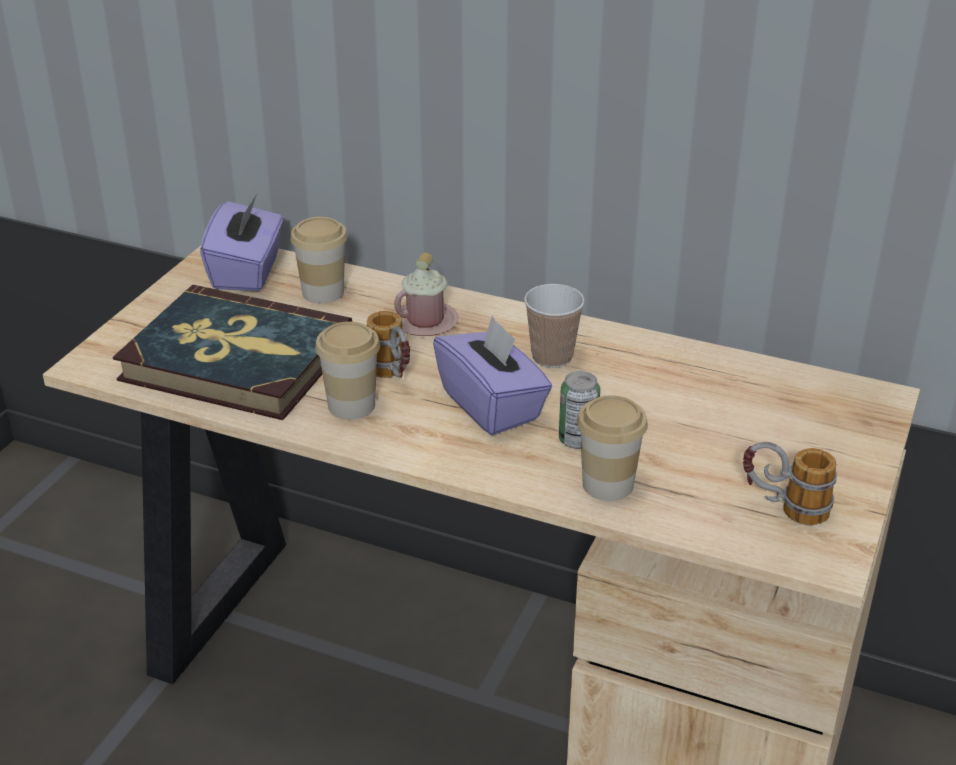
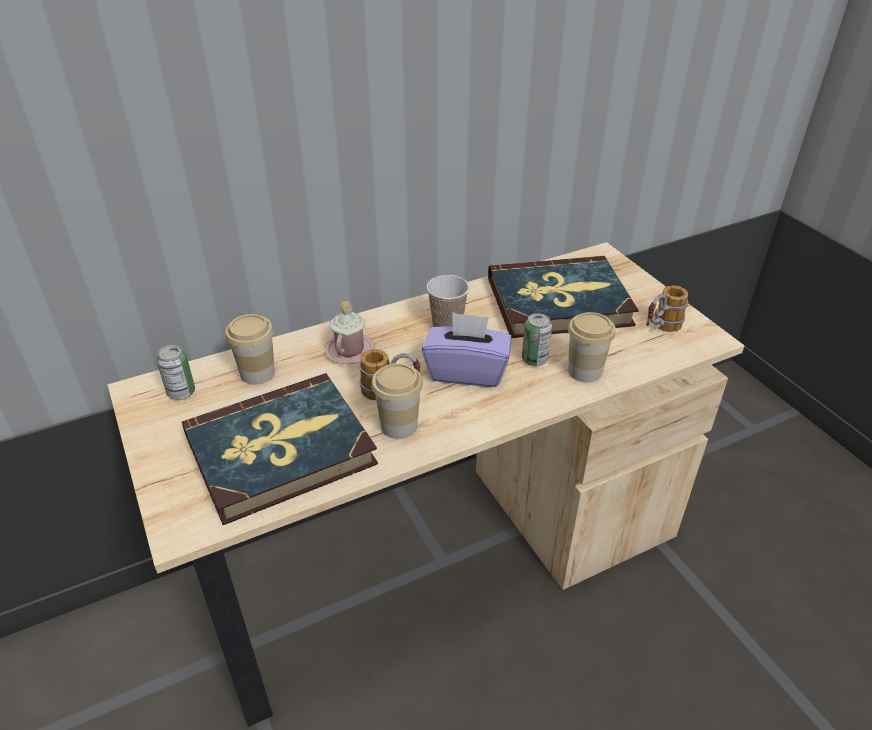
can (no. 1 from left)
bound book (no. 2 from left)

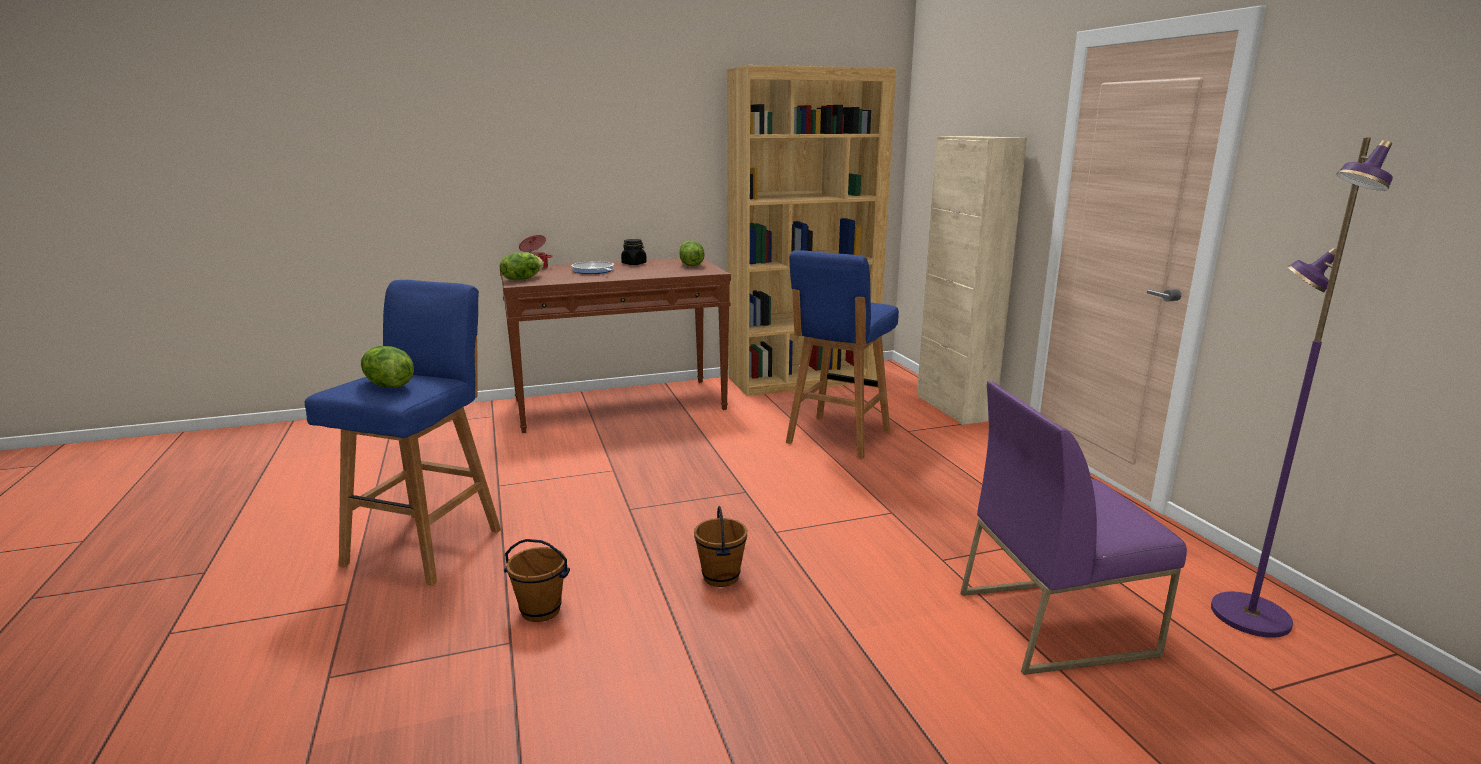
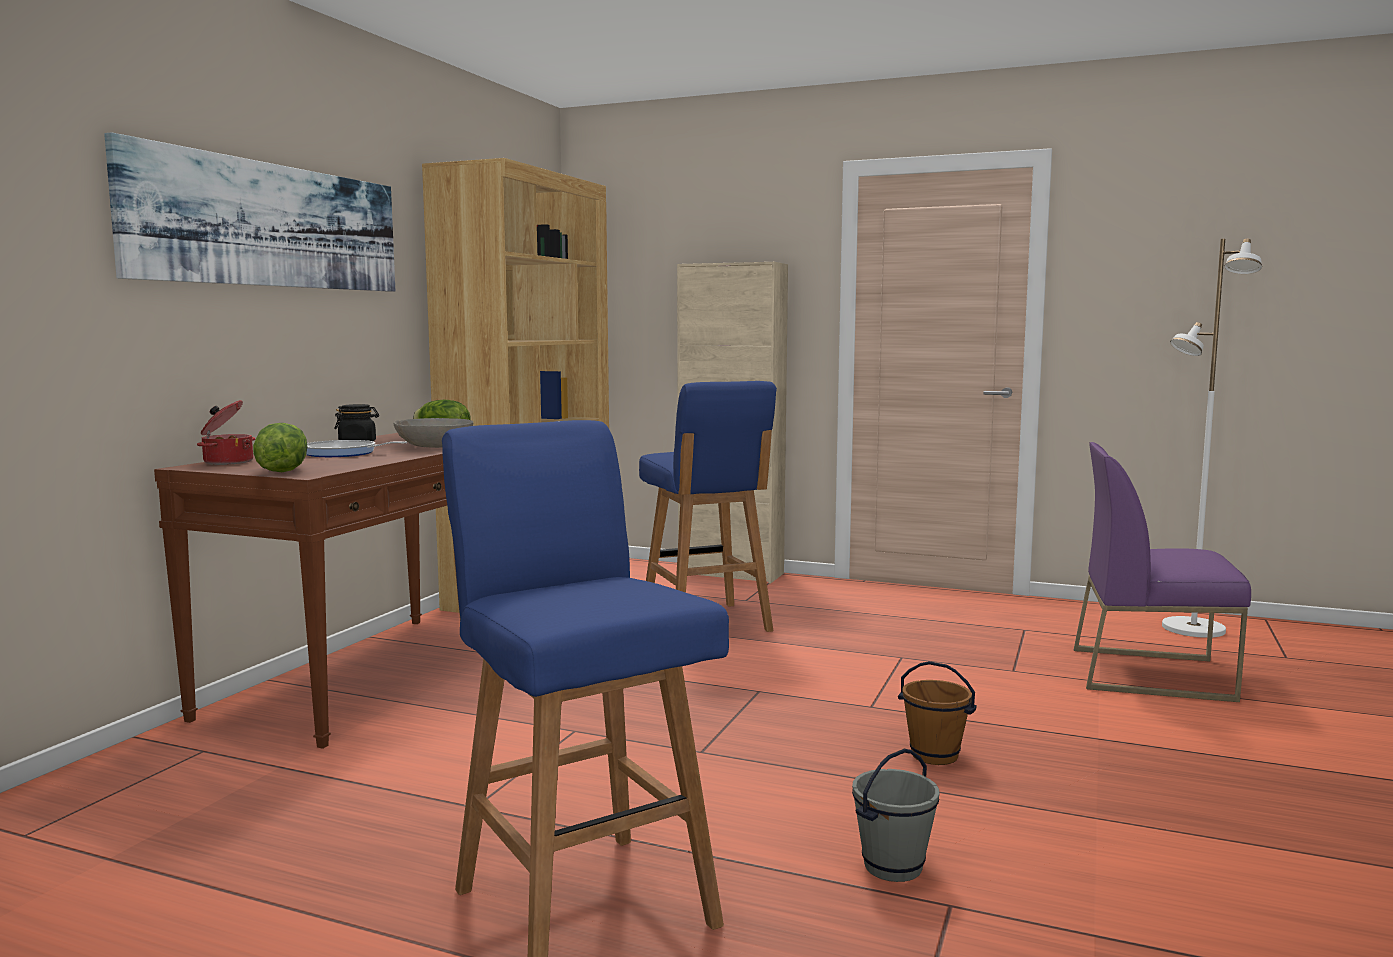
wall art
bowl (grey)
bucket (grey)
chair (purplish)
standing lamp (white-coloured)
lettuce head (no. 1 from left in the first image)

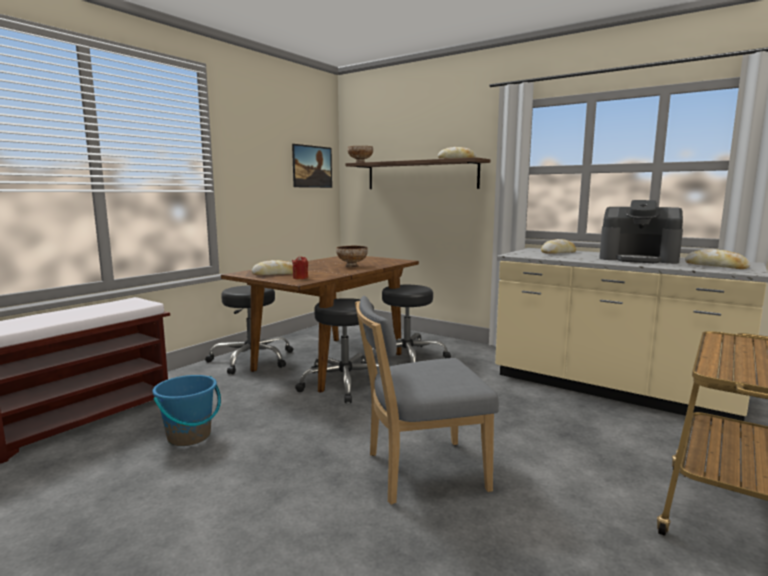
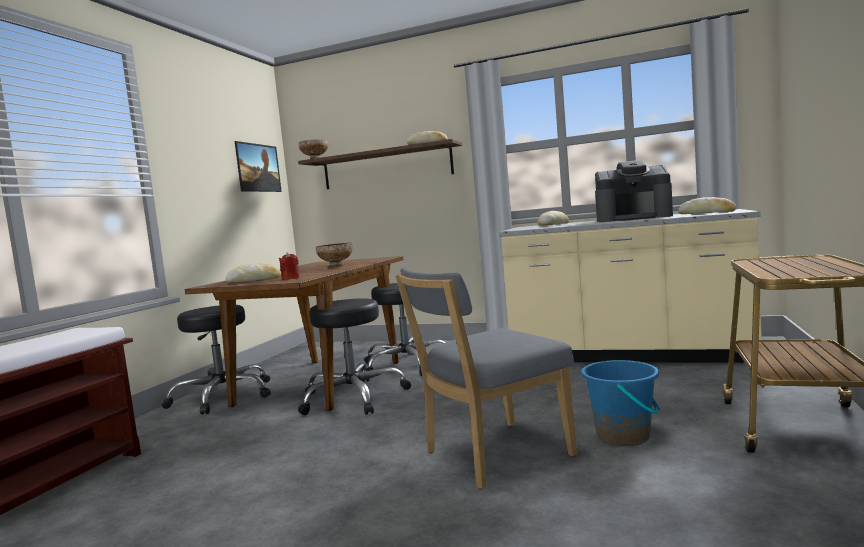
bucket (blue-coloured)

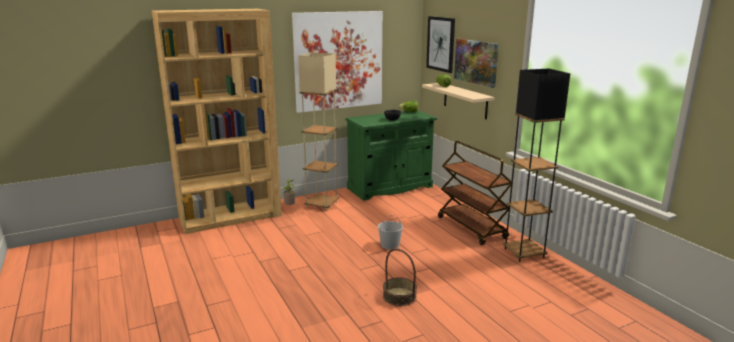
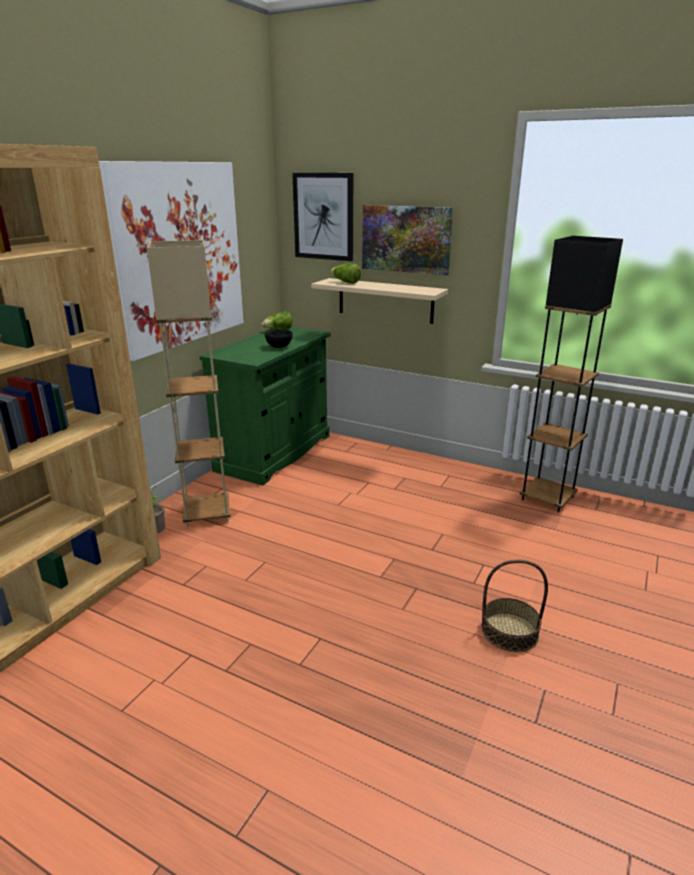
bucket (white-coloured)
trolley (brown-coloured)

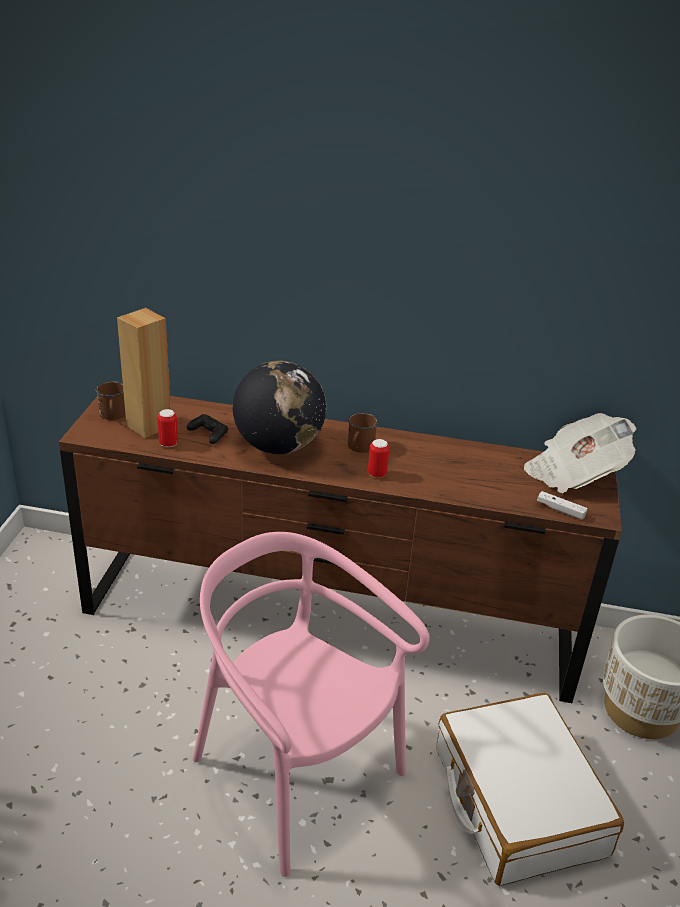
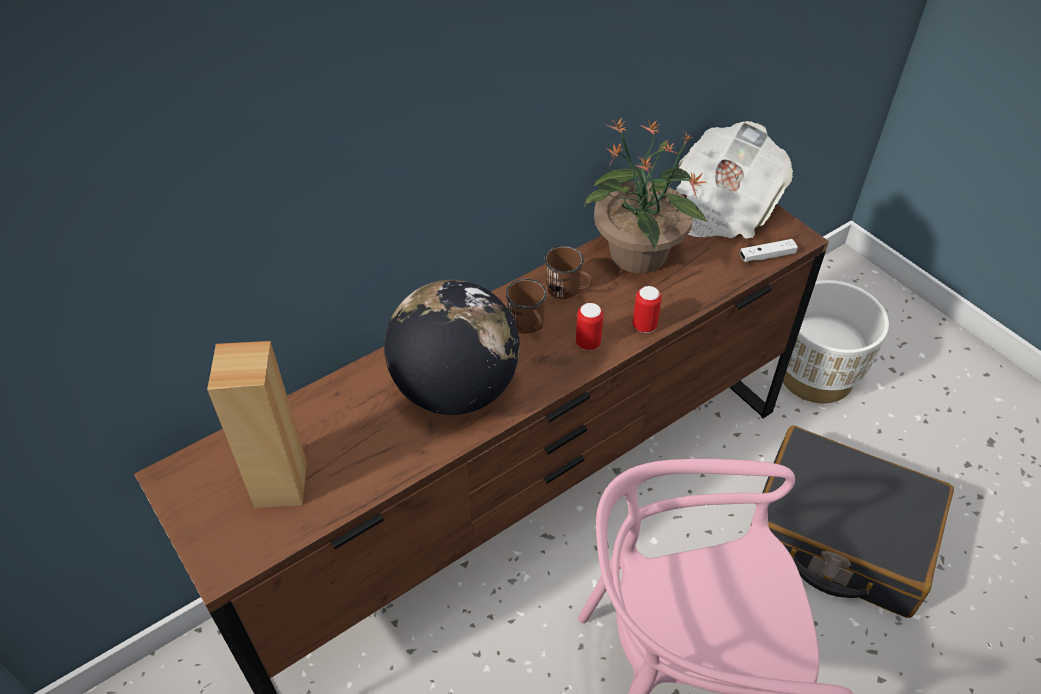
coffee mug (brown-coloured) (no. 2 from left)
houseplant
can (no. 2 from left)
piece of luggage (black)
gamepad (black)

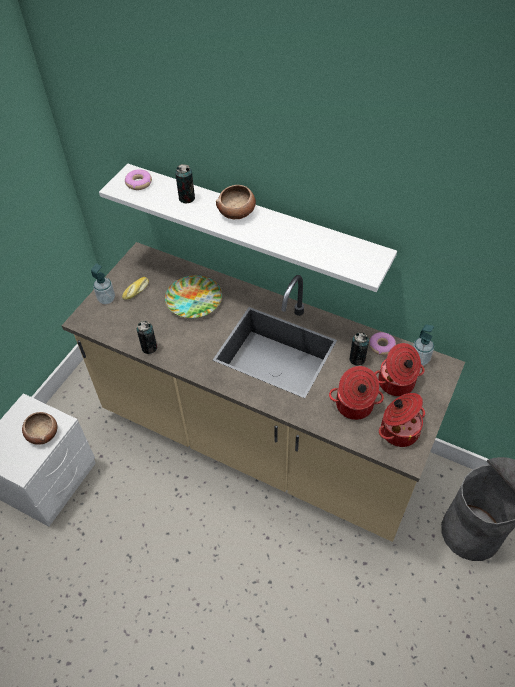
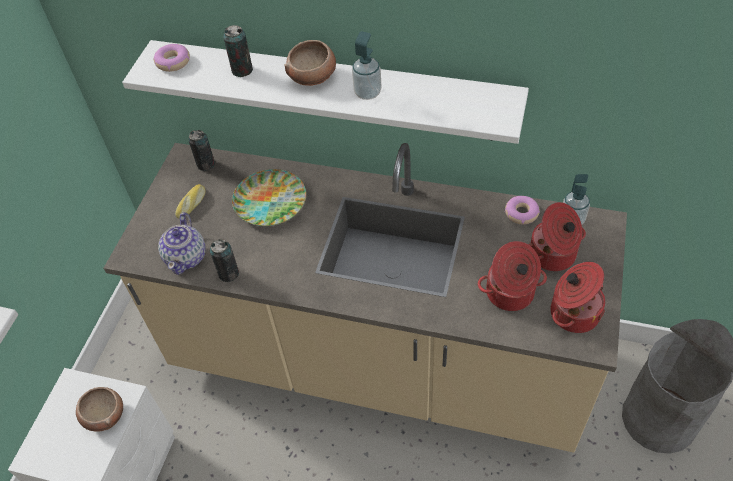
tea pot
can (no. 1 from left)
soap dispenser (no. 1 from left)

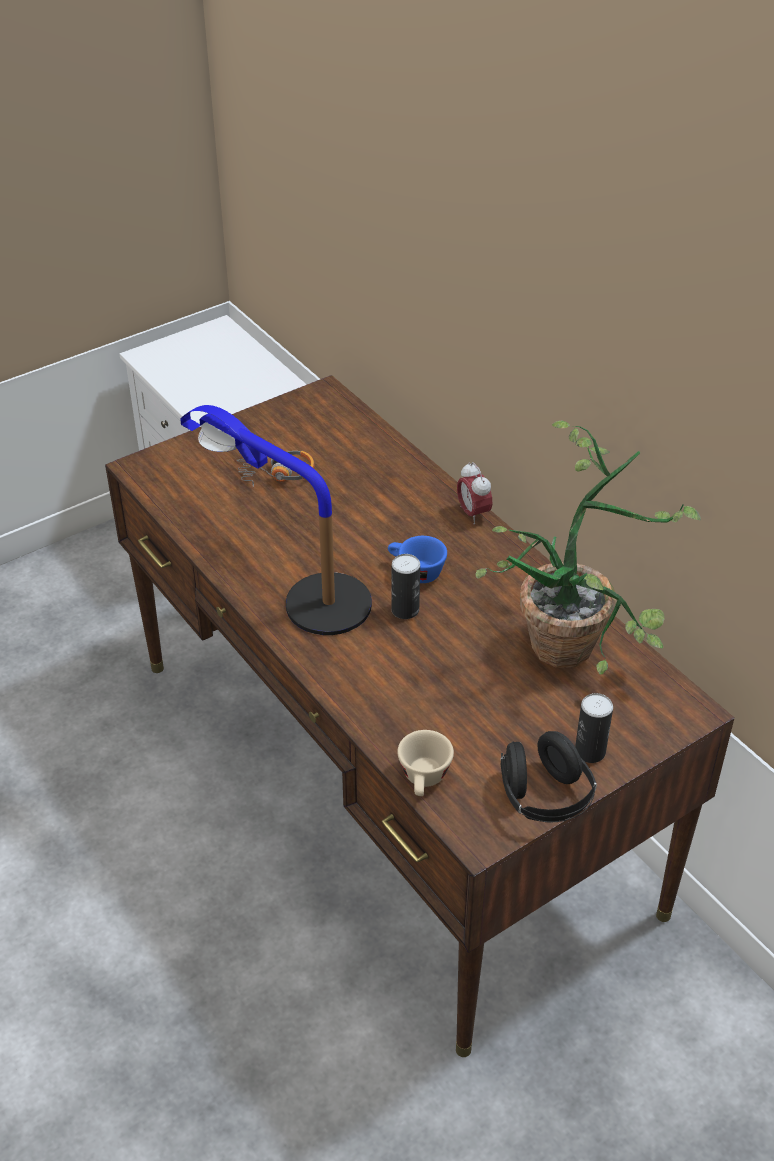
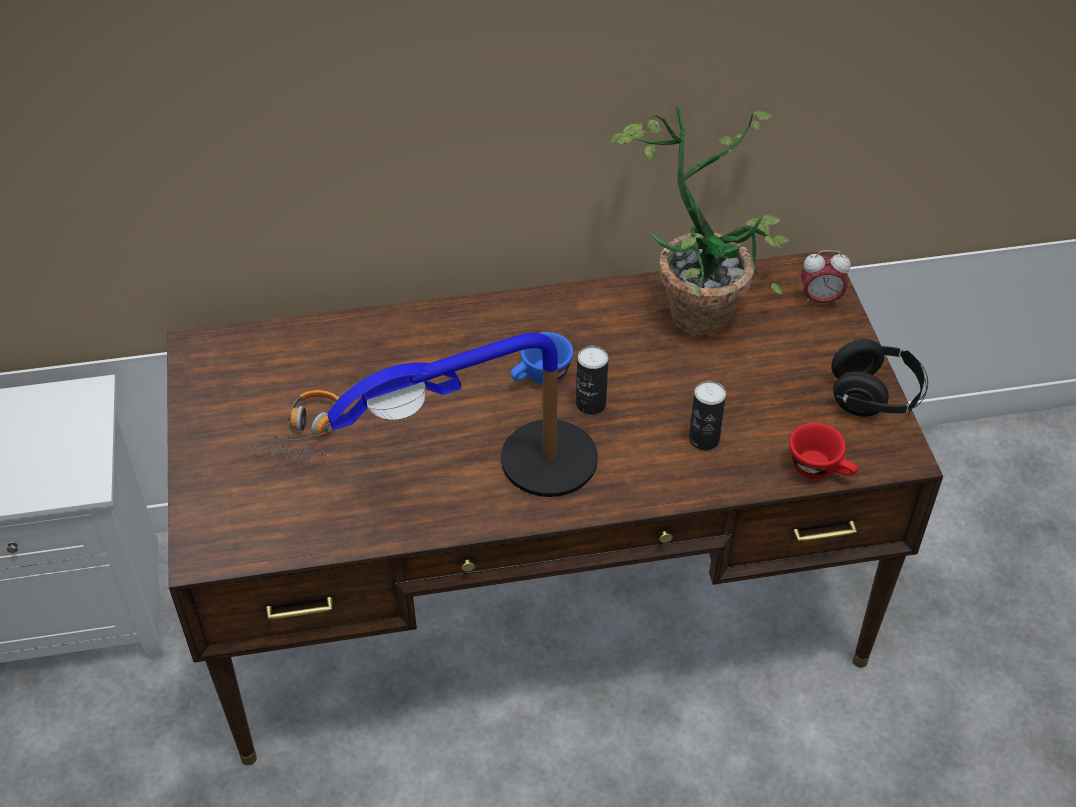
can (no. 2 from left)
drinking cup (red-coloured)
table clock

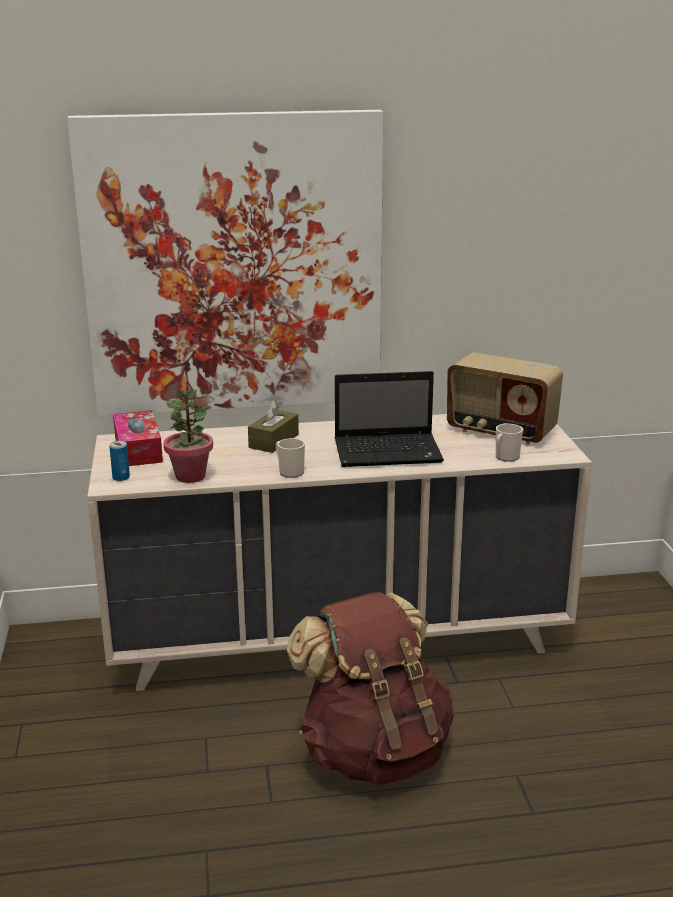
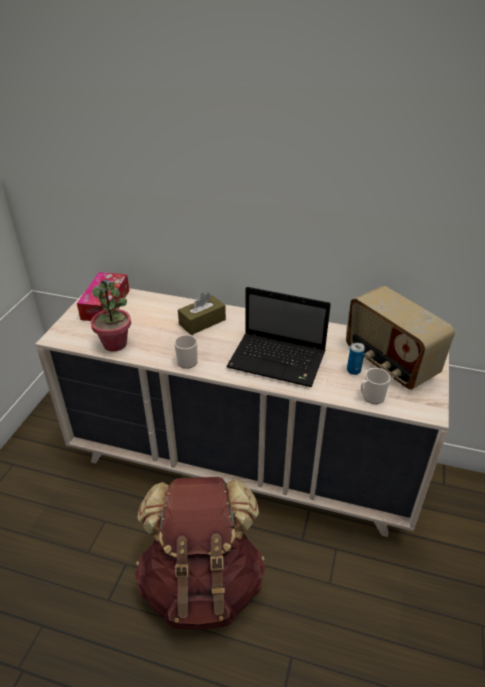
can
wall art

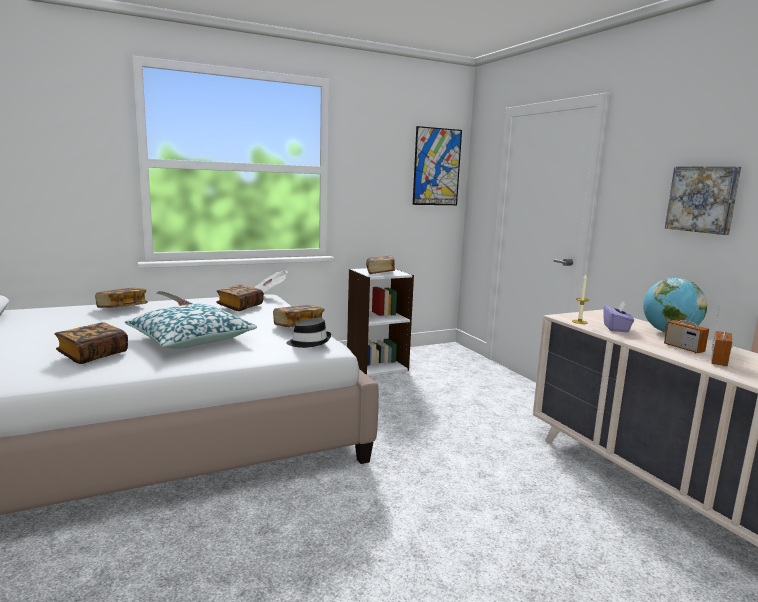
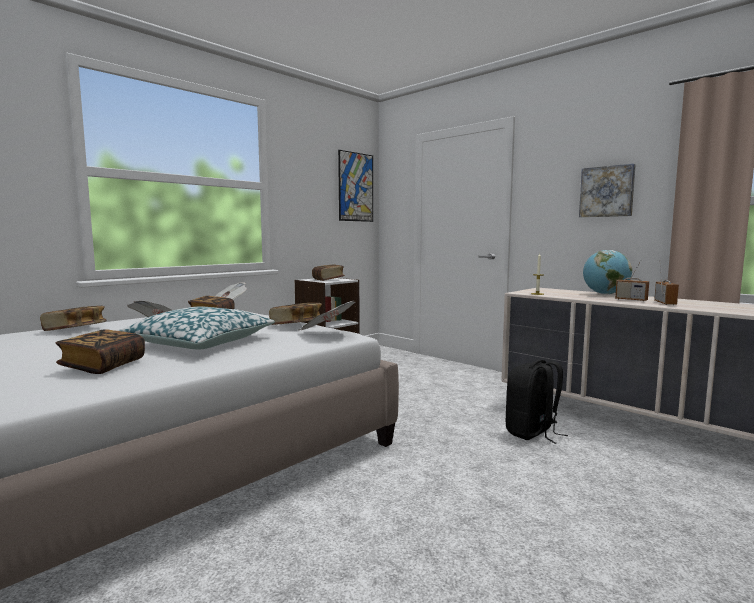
newspaper (no. 3 from left)
rucksack (black)
tissue box (purplish)

